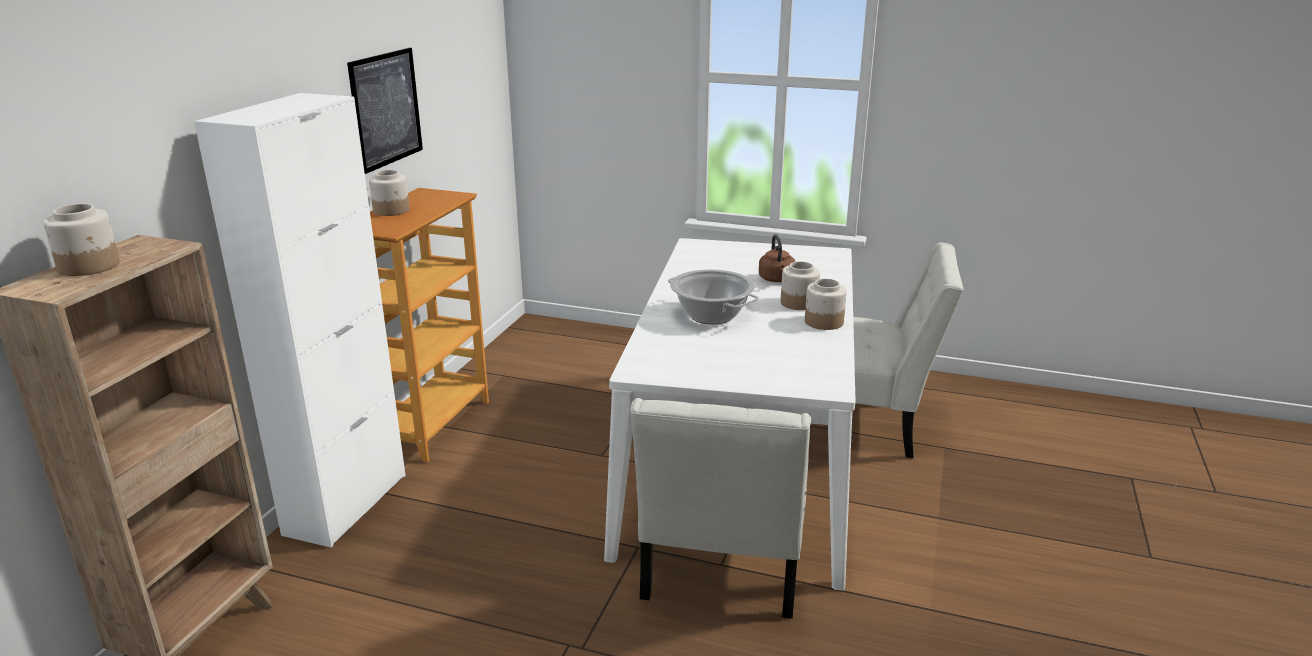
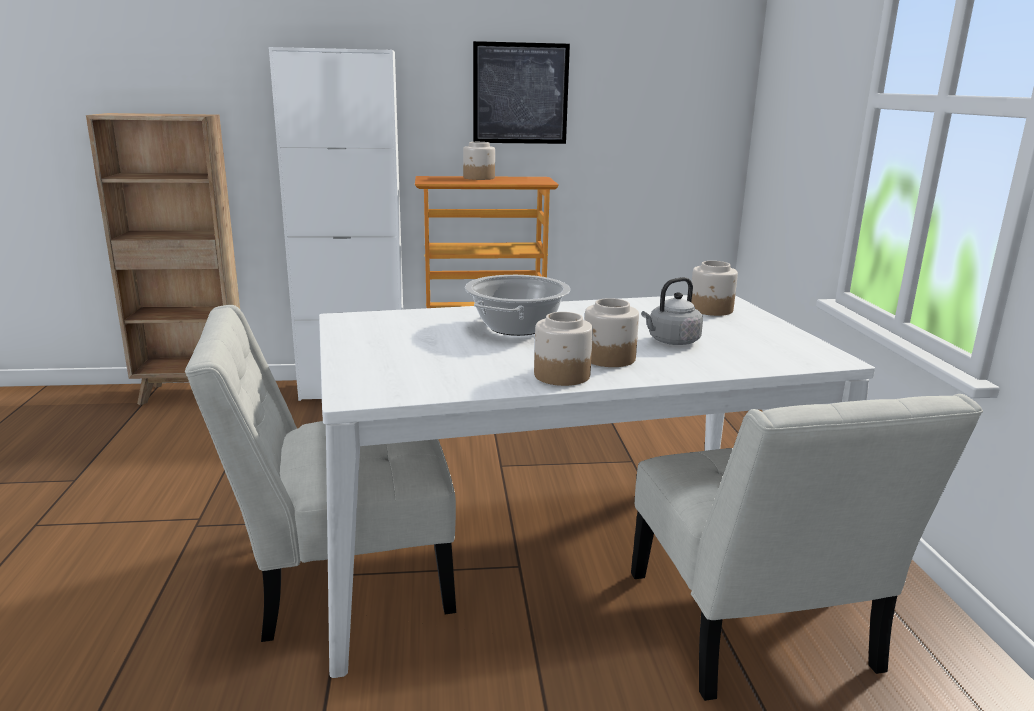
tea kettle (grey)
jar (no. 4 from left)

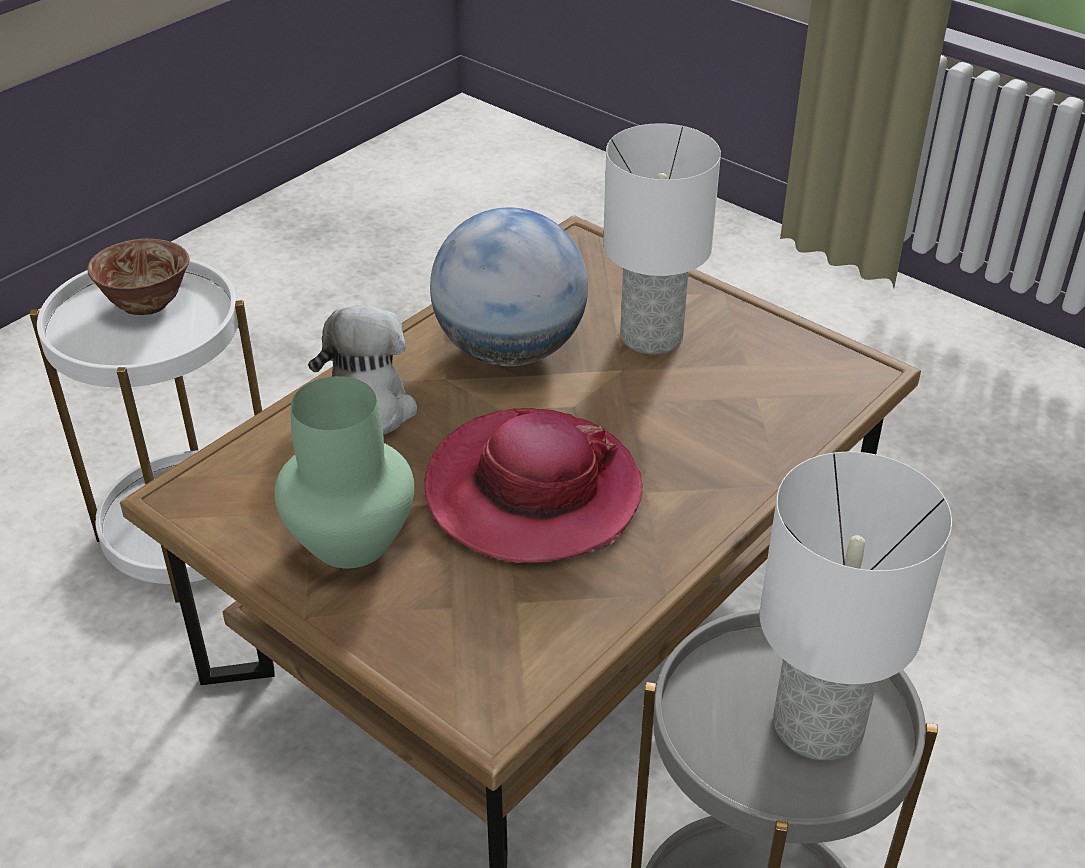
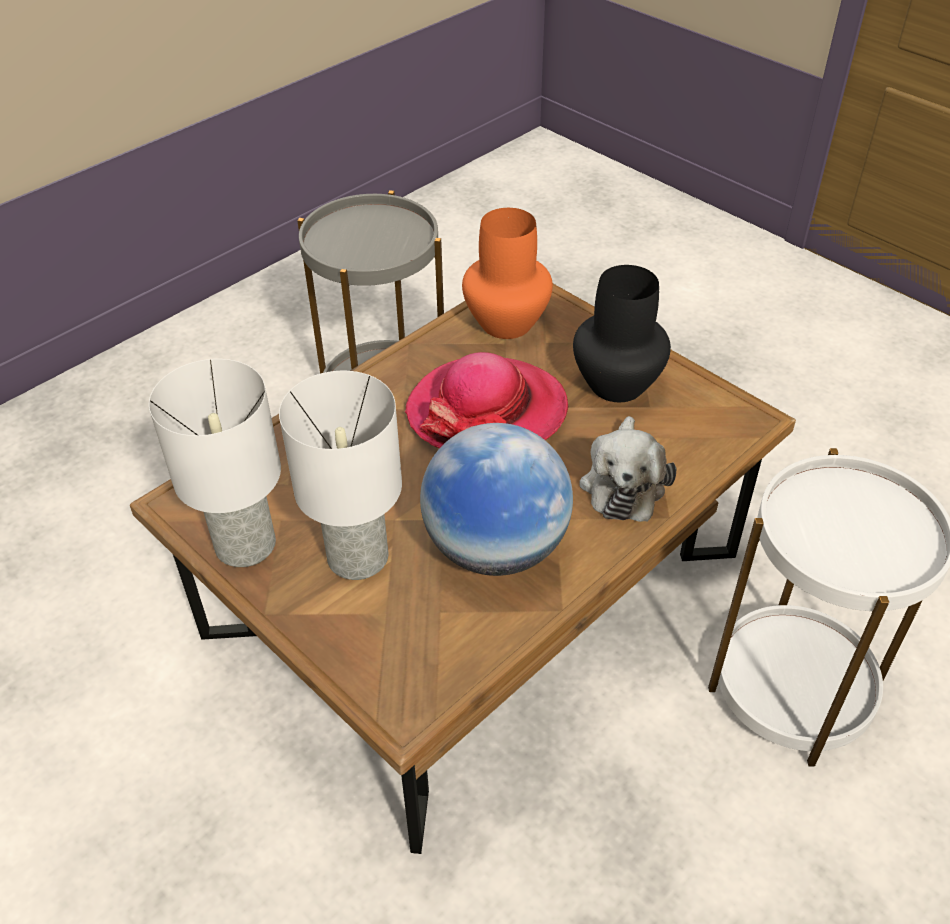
table lamp (white-coloured) (no. 1 from left)
decorative vase (orange-coloured)
decorative vase (black)
bowl

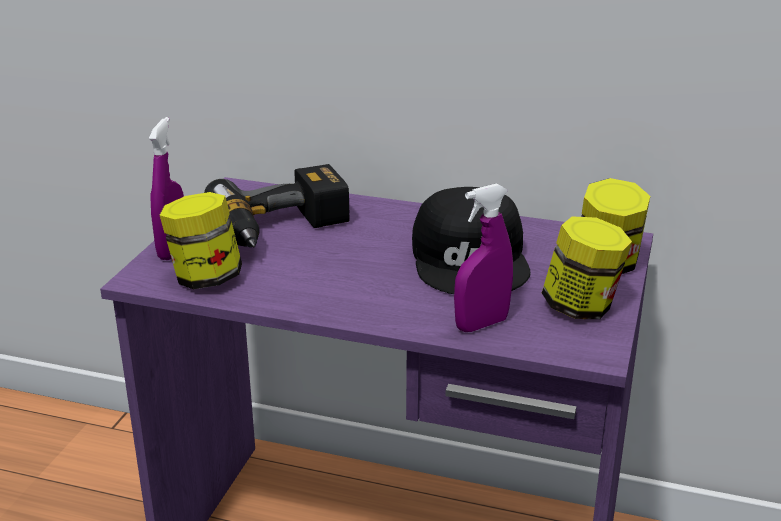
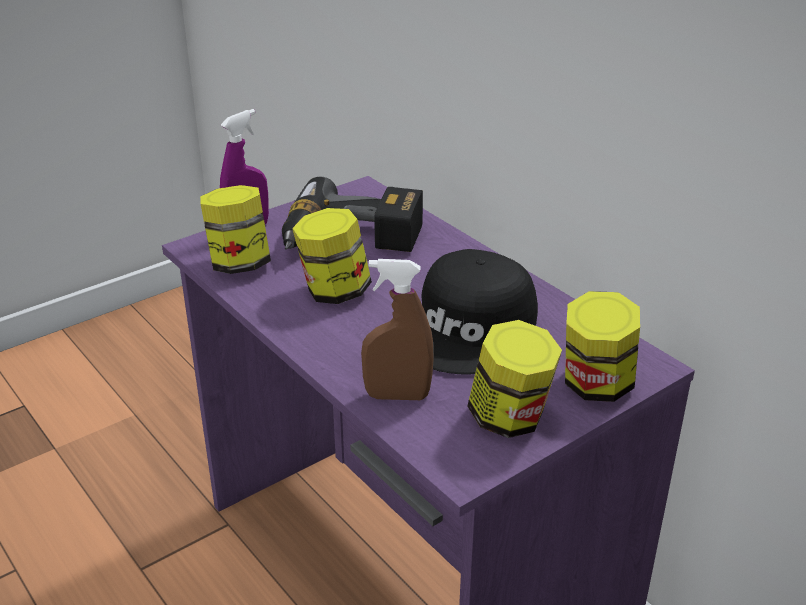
jar (no. 2 from left)
sprayer (brown-coloured)

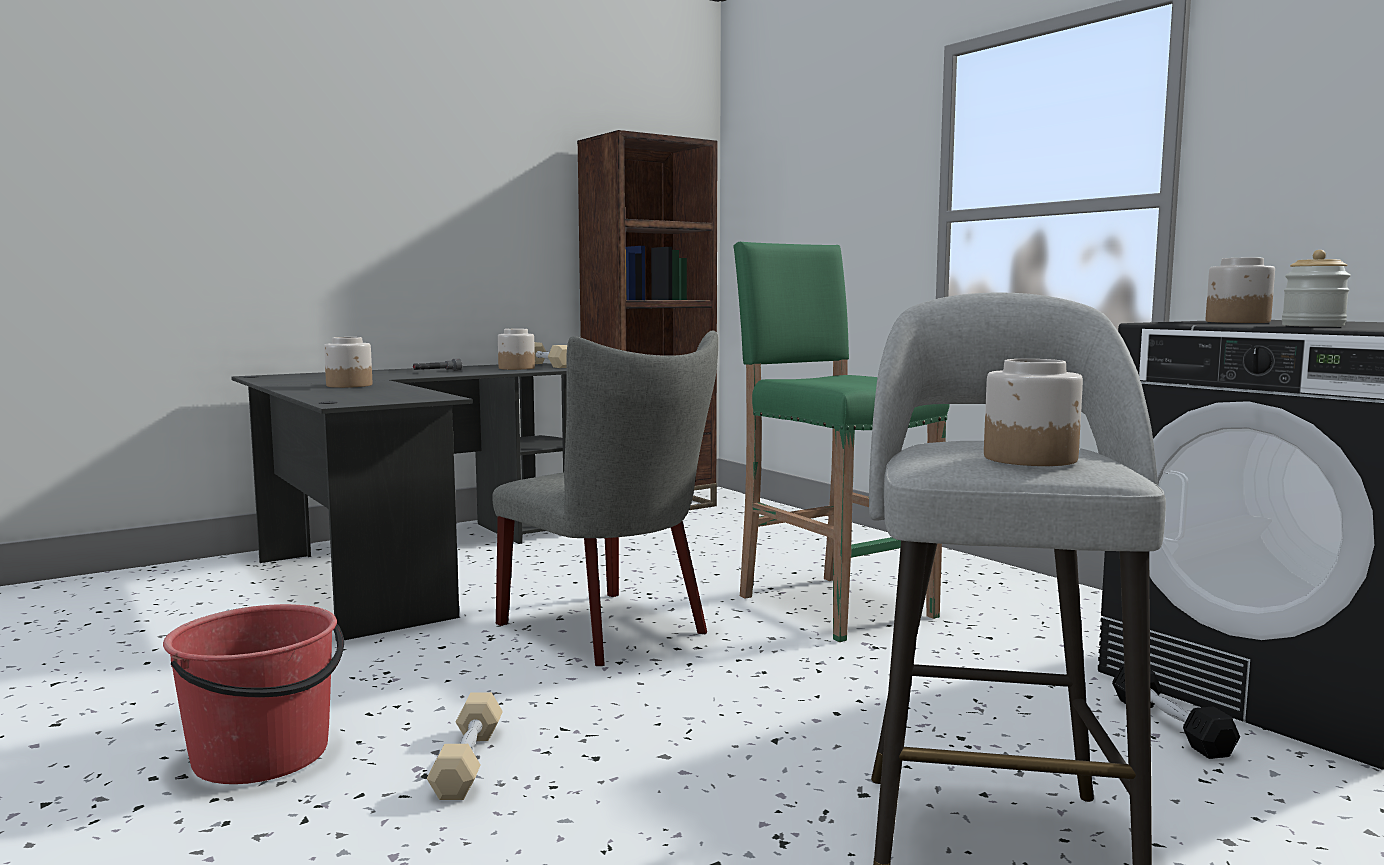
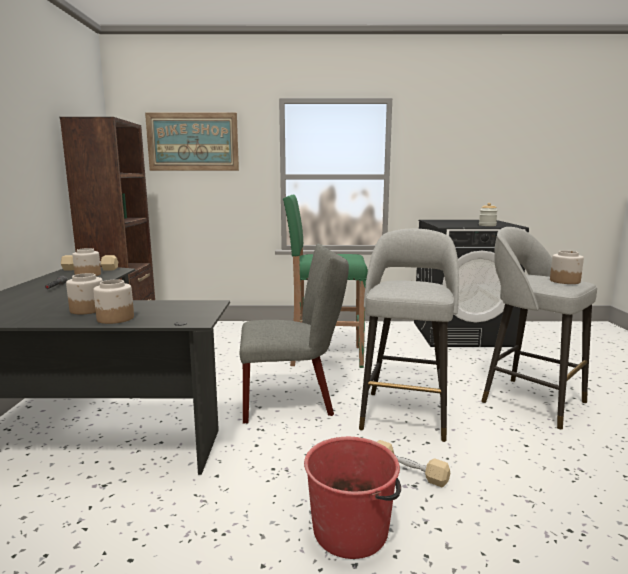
jar (no. 3 from left)
wall art
sitting stool (grey) (no. 1 from left)
hand weight (black)

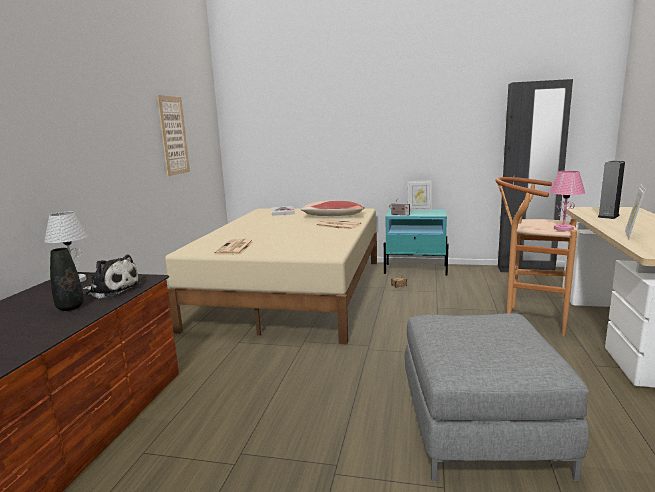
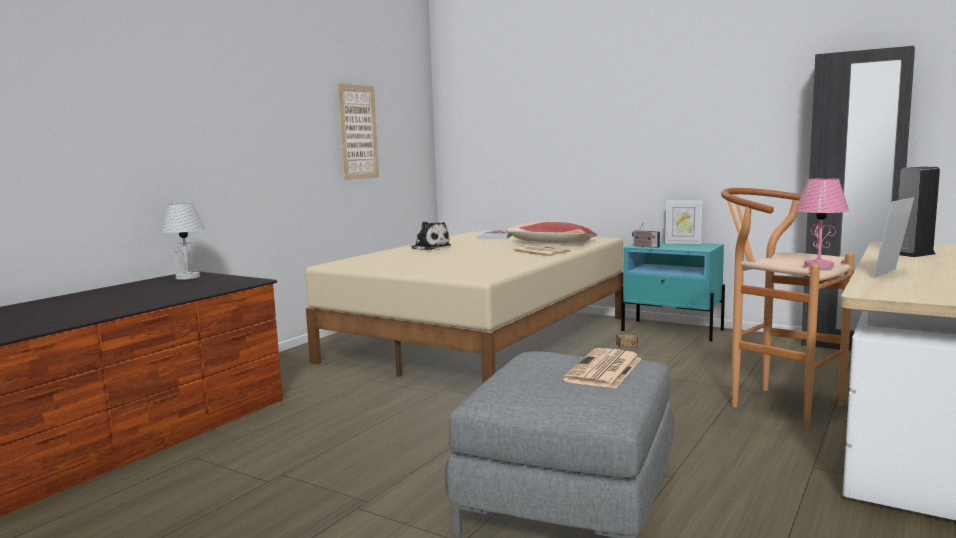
plush toy
newspaper (no. 2 from left)
decorative vase (black)

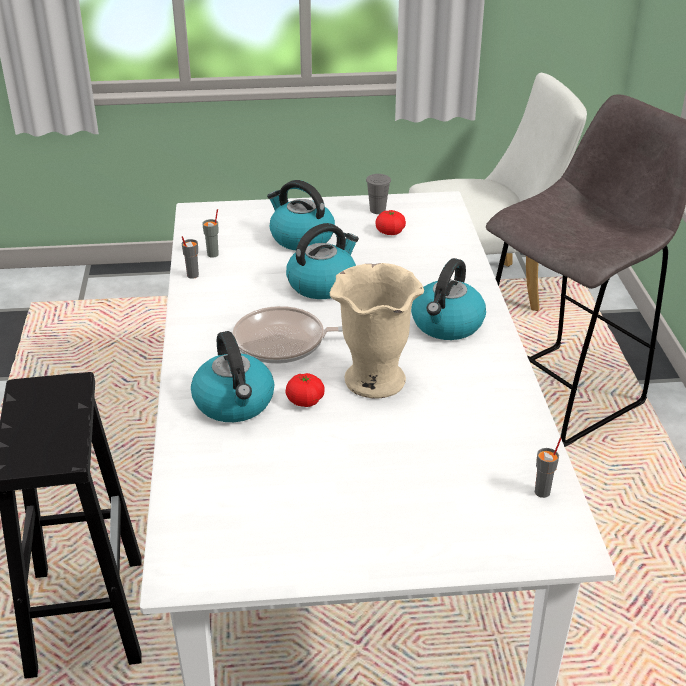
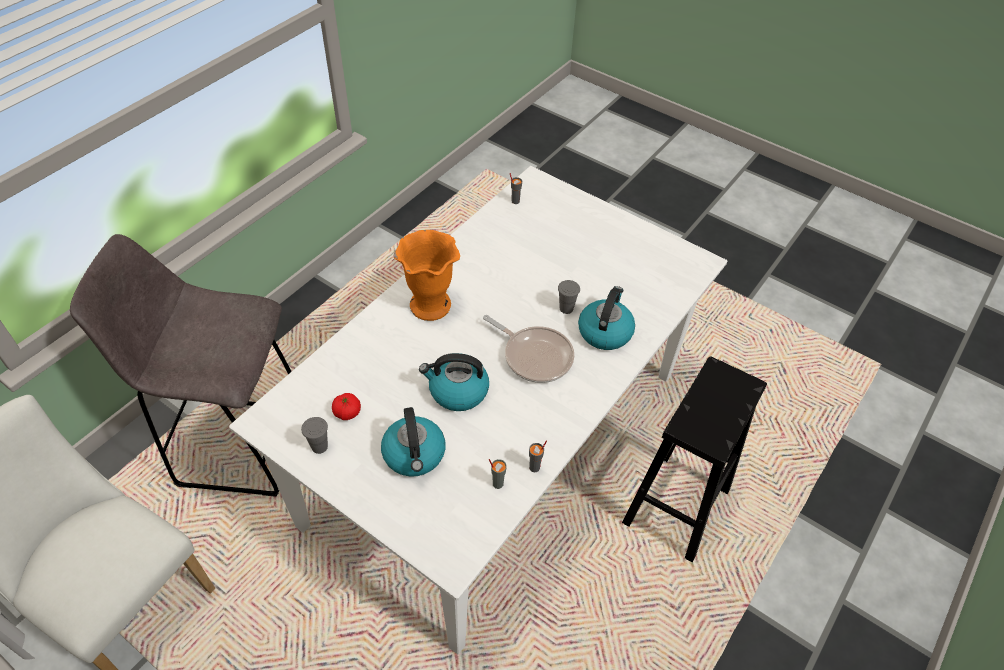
decorative vase (orange-coloured)
drinking cup (grey) (no. 5 from left)
decorative vase (sand-coloured)

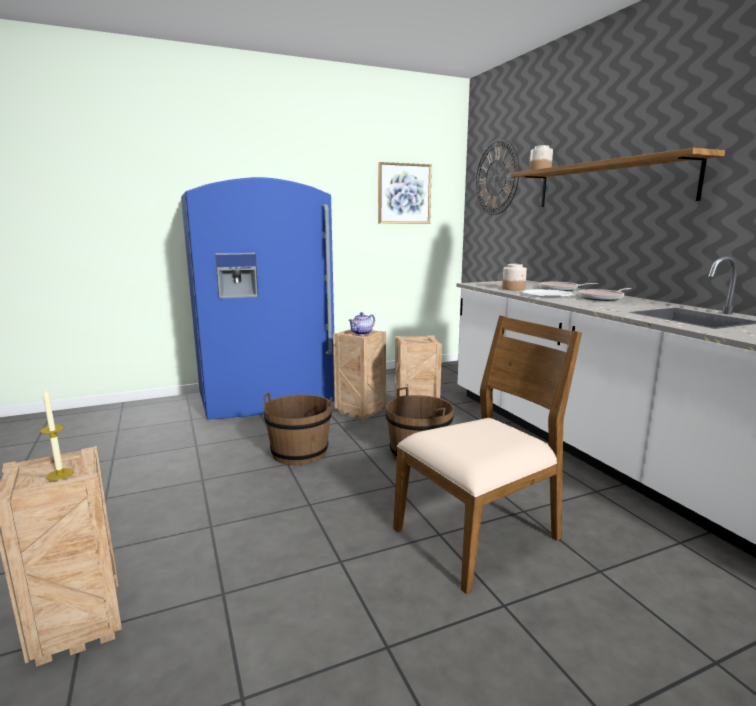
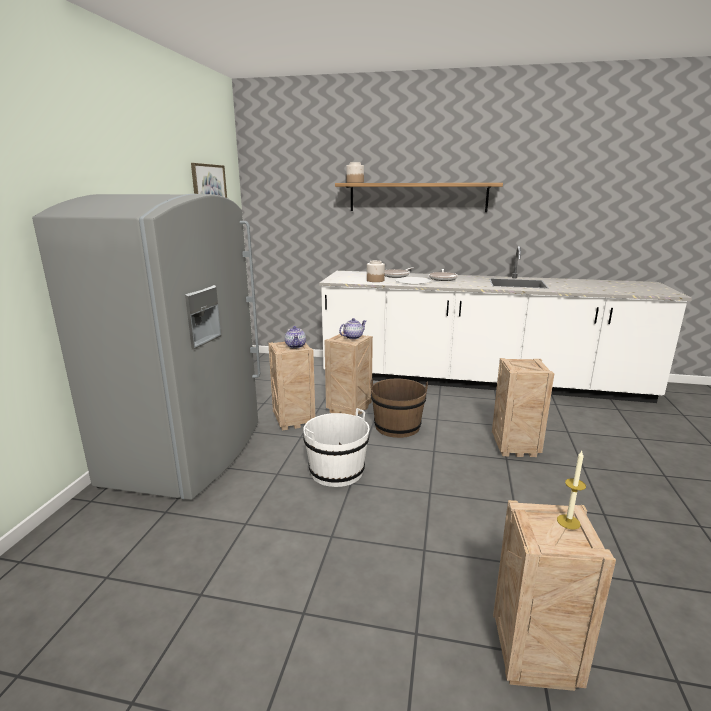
fridge (grey)
bucket (white-coloured)
tea pot (no. 2 from left)
packing crate (no. 3 from left)
wall clock

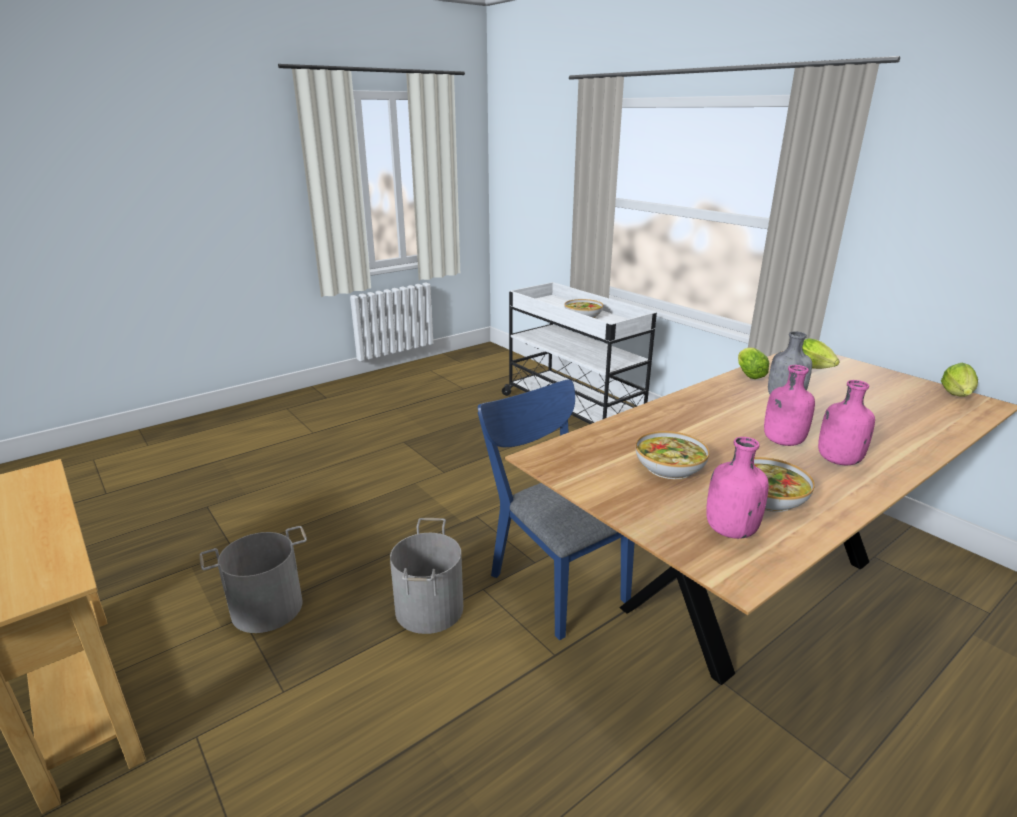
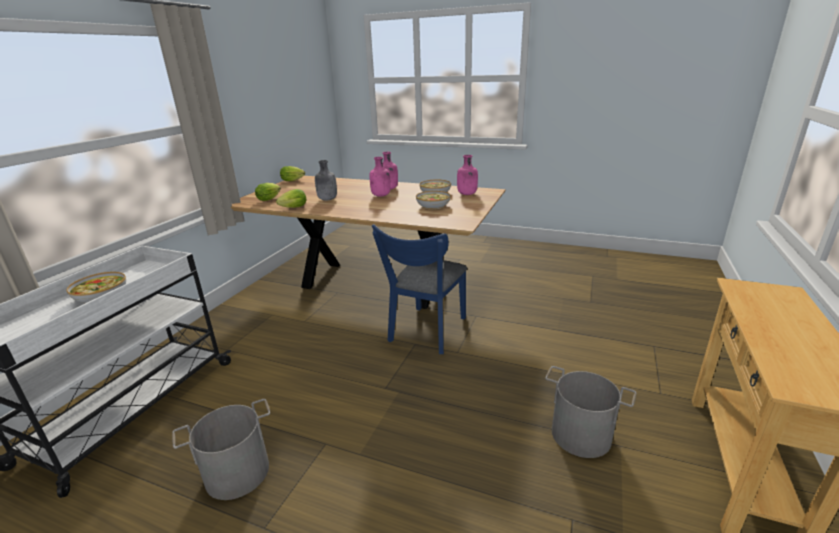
bucket (grey) (no. 1 from left)

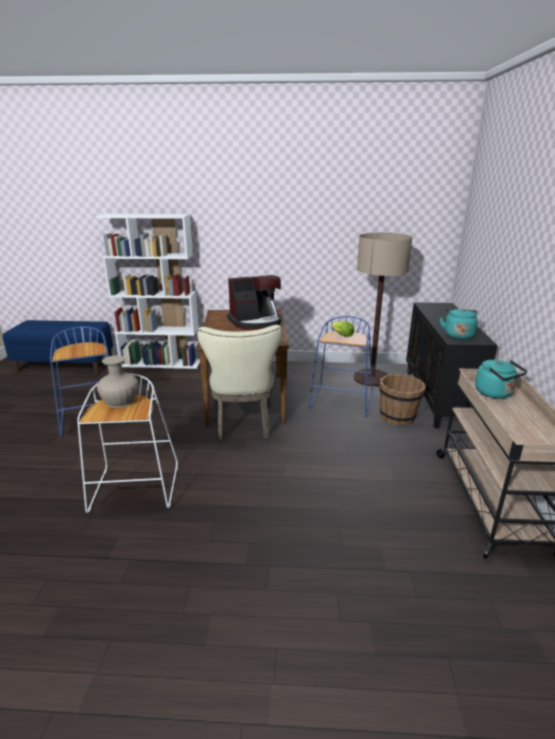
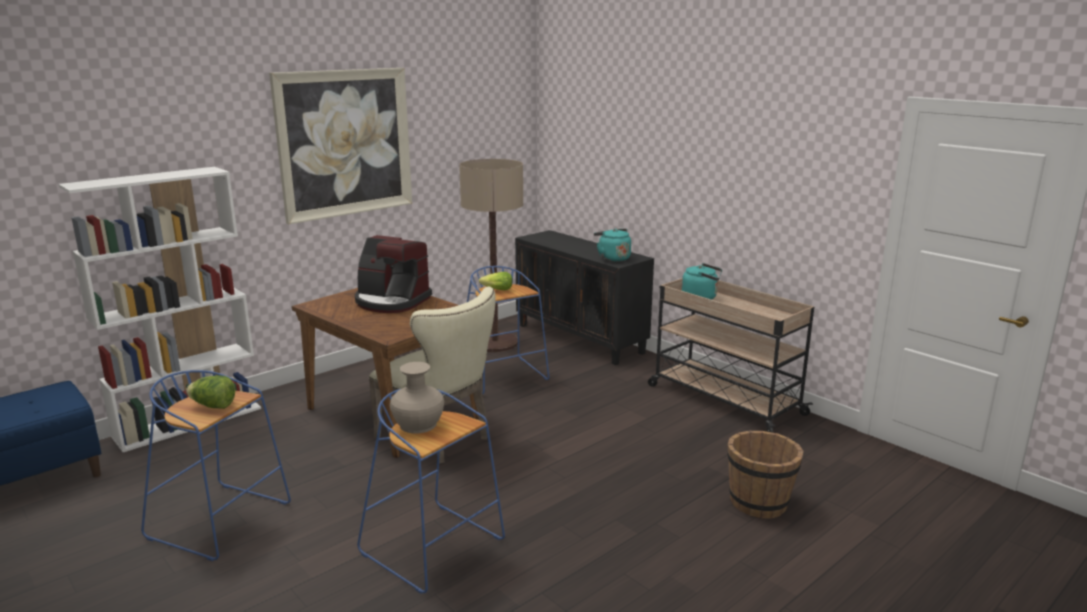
lettuce head (no. 1 from left)
wall art
coffee brewer
sitting stool (blue-coloured) (no. 2 from left)
bucket (brown-coloured)

